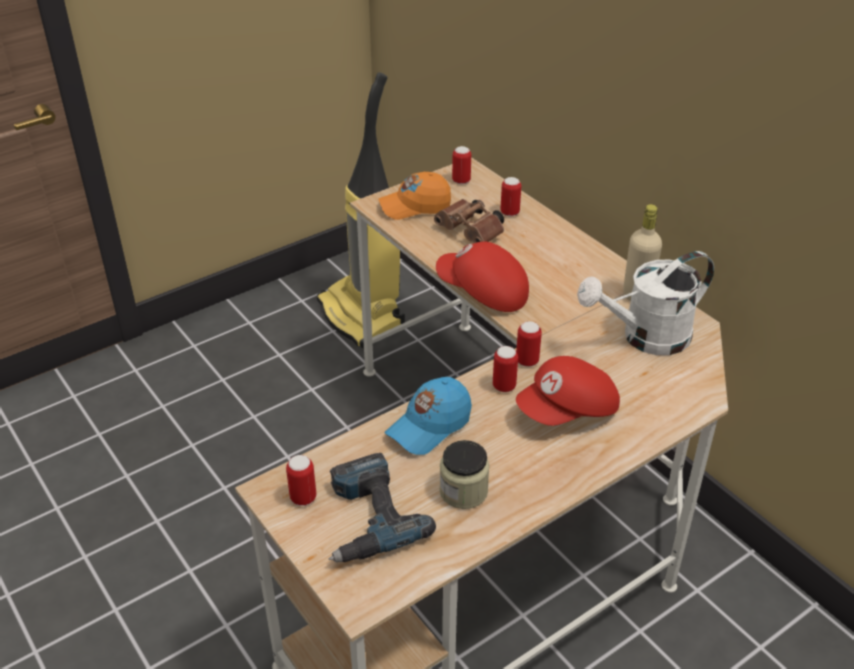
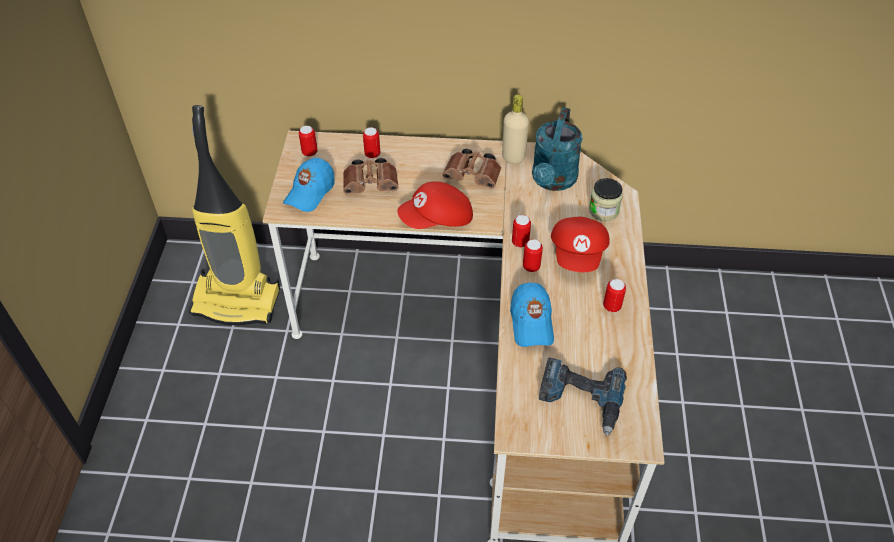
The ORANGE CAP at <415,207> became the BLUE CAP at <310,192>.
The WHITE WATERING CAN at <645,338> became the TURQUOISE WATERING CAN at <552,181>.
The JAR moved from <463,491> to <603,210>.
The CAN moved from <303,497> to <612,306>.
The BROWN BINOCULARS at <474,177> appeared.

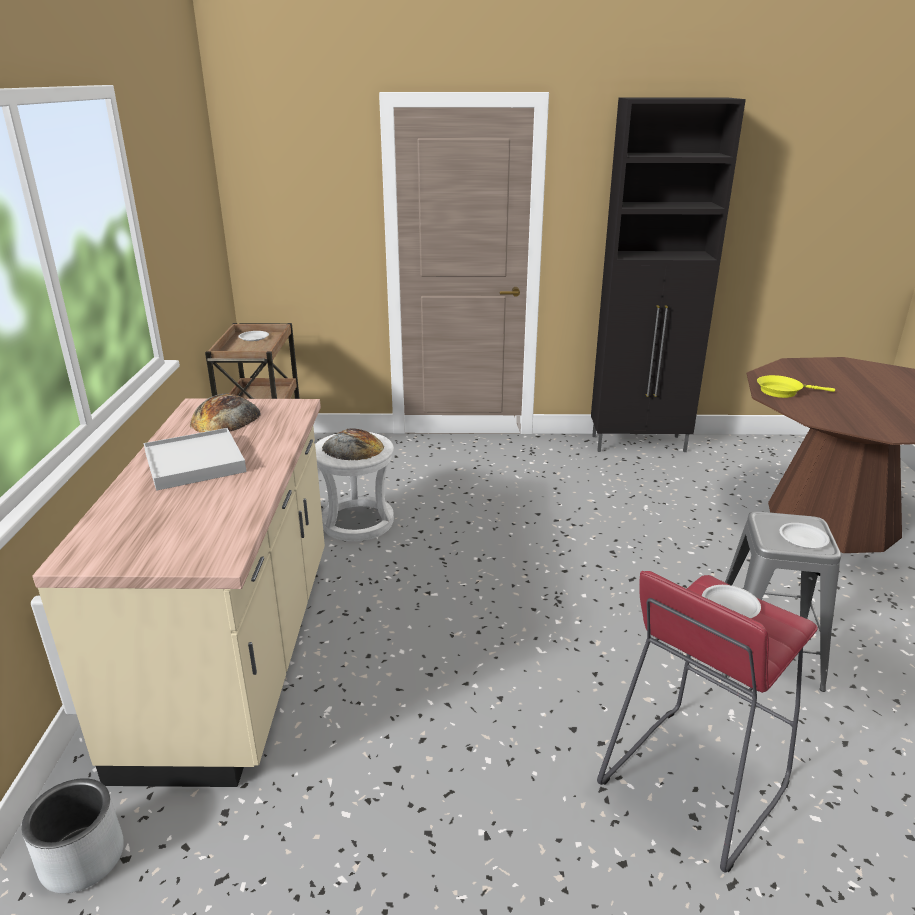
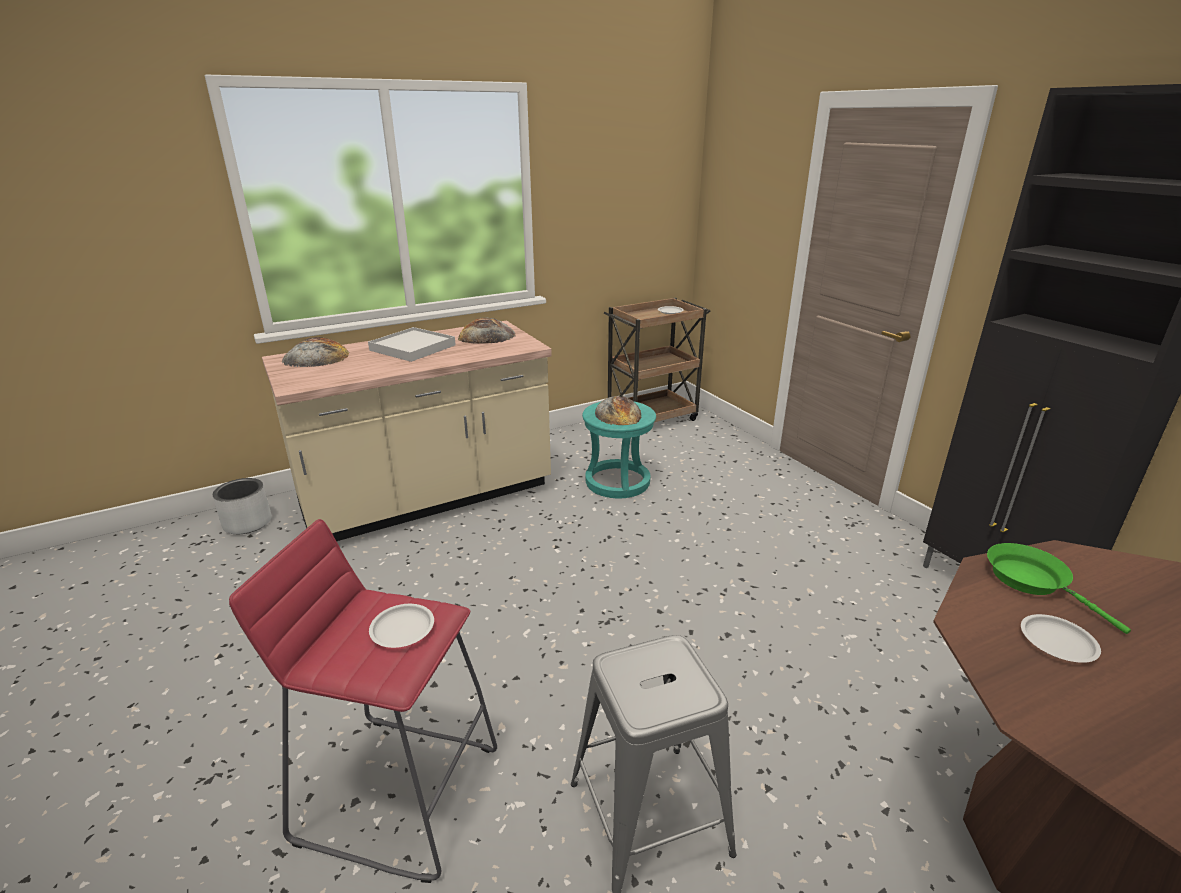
The YELLOW FRYING PAN at <782,391> became the GREEN FRYING PAN at <1032,581>.
The WHITE STOOL at <357,522> became the TURQUOISE STOOL at <618,481>.
The WHITE PLATE moved from <803,538> to <1058,642>.
The BREAD at <316,357> appeared.

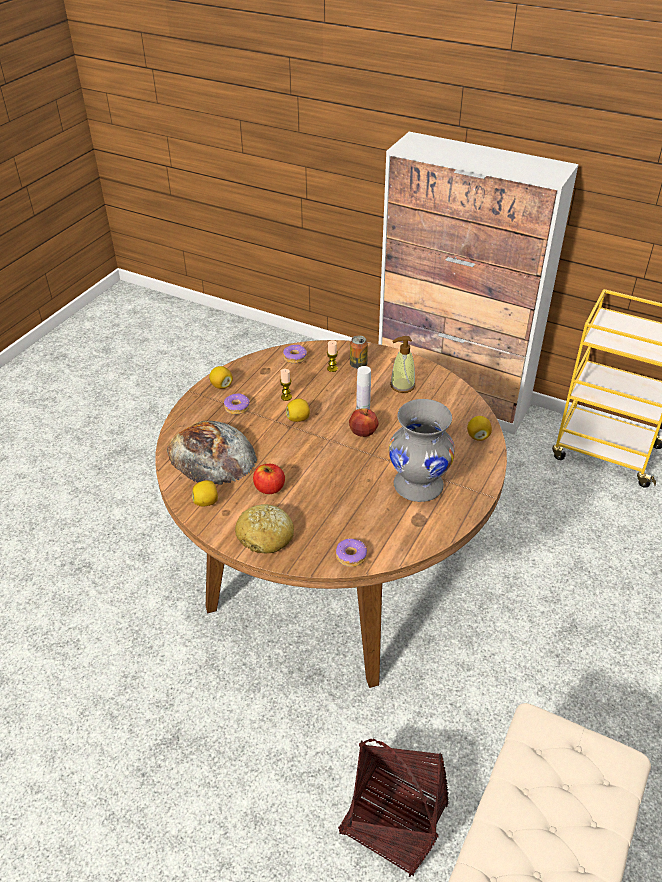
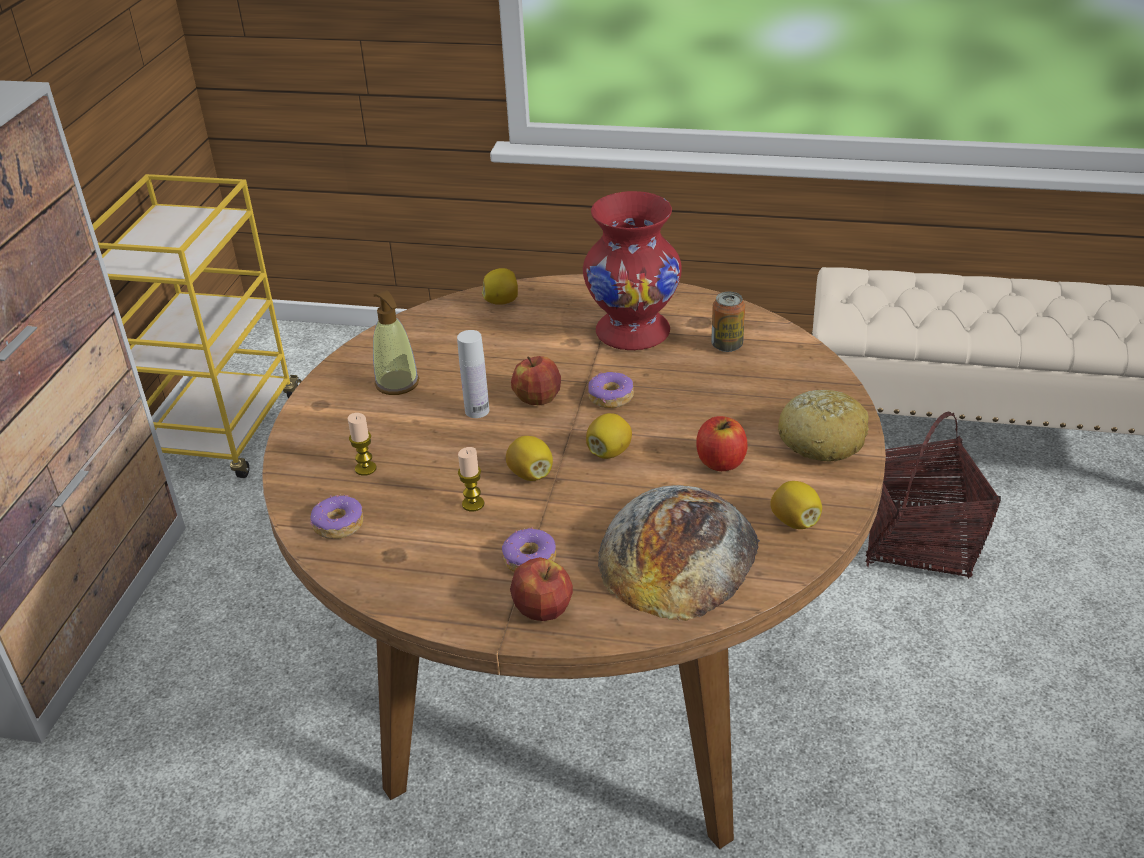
The CAN moved from <358,364> to <727,345>.
The LEMON moved from <221,385> to <609,452>.
The GREY VASE at <417,484> became the RED VASE at <631,333>.
The DONUT moved from <350,556> to <610,397>.
The APPLE at <542,609> appeared.

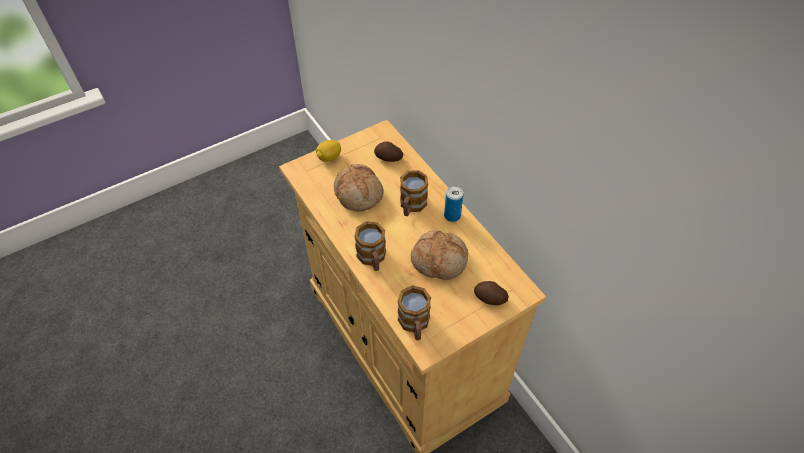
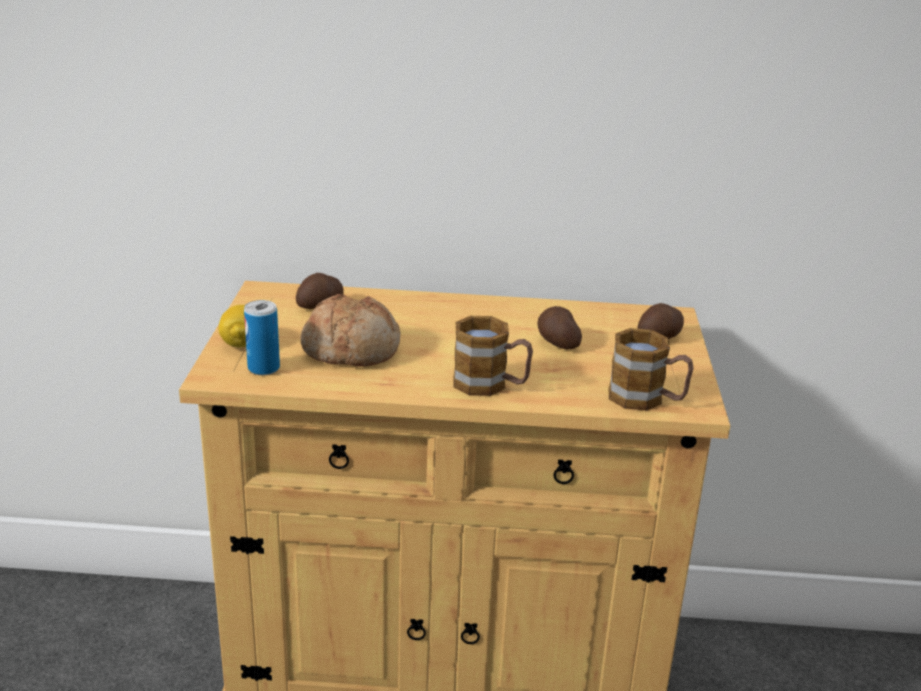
The MUG at <411,206> disappeared.
The CAN moved from <452,216> to <263,368>.
The BREAD at <439,260> was replaced by the POTATO at <557,342>.

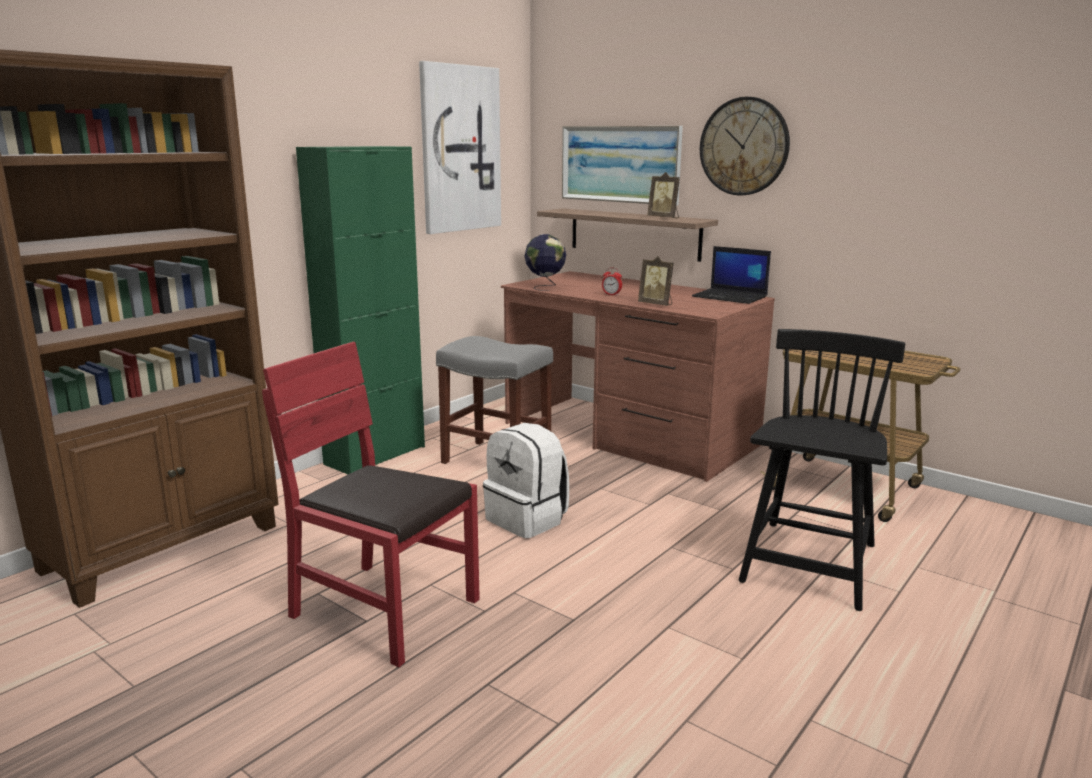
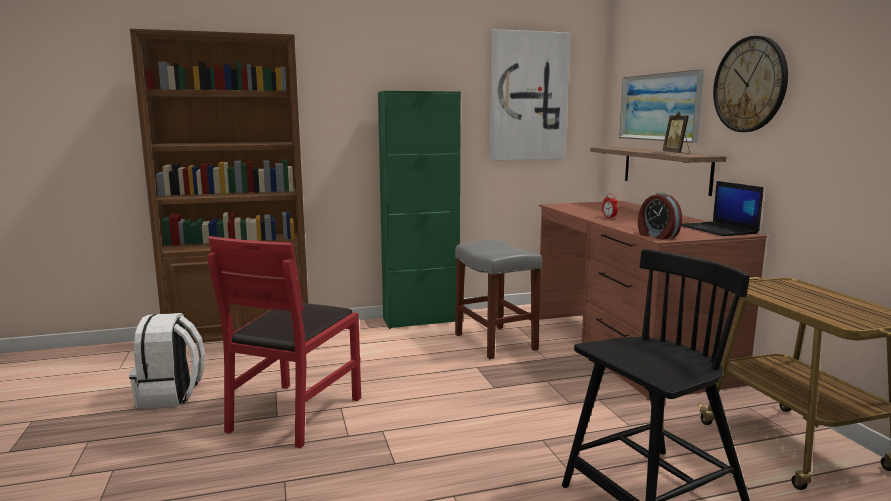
The GLOBE at <545,287> disappeared.
The PICTURE FRAME at <656,304> disappeared.
The RED CHAIR at <384,609> turned 135 degrees counterclockwise.
The WHITE BACKPACK moved from <528,519> to <171,395>.
The ALARM CLOCK at <657,236> appeared.

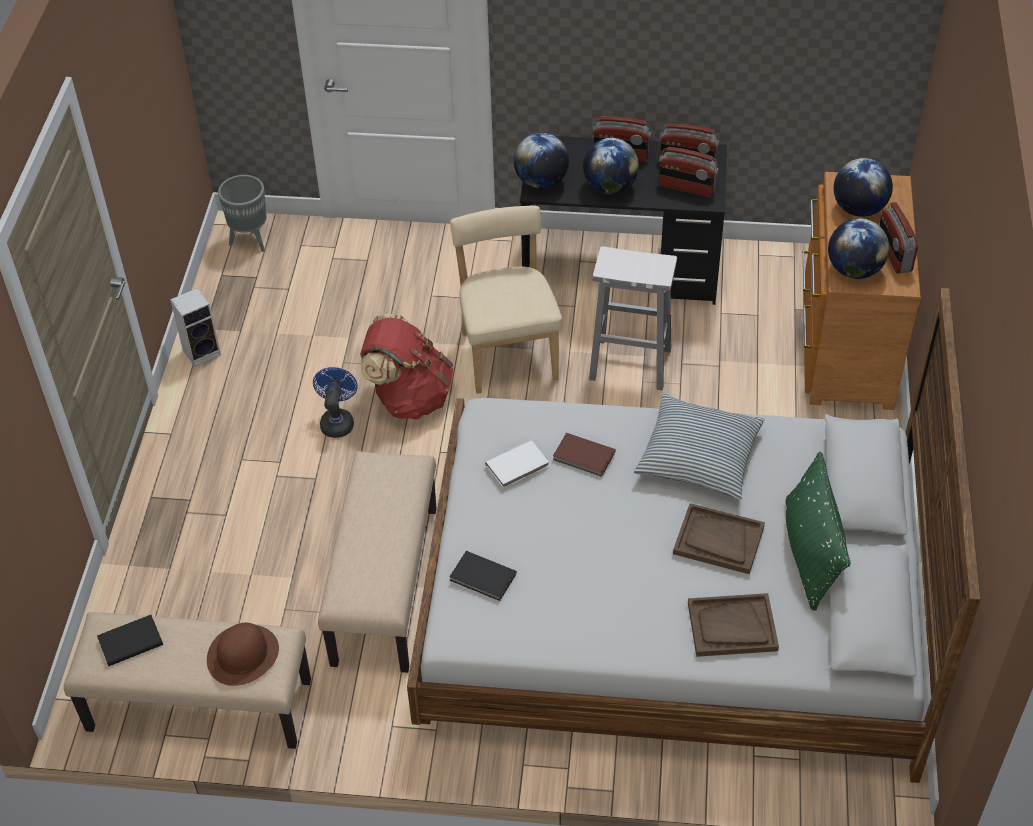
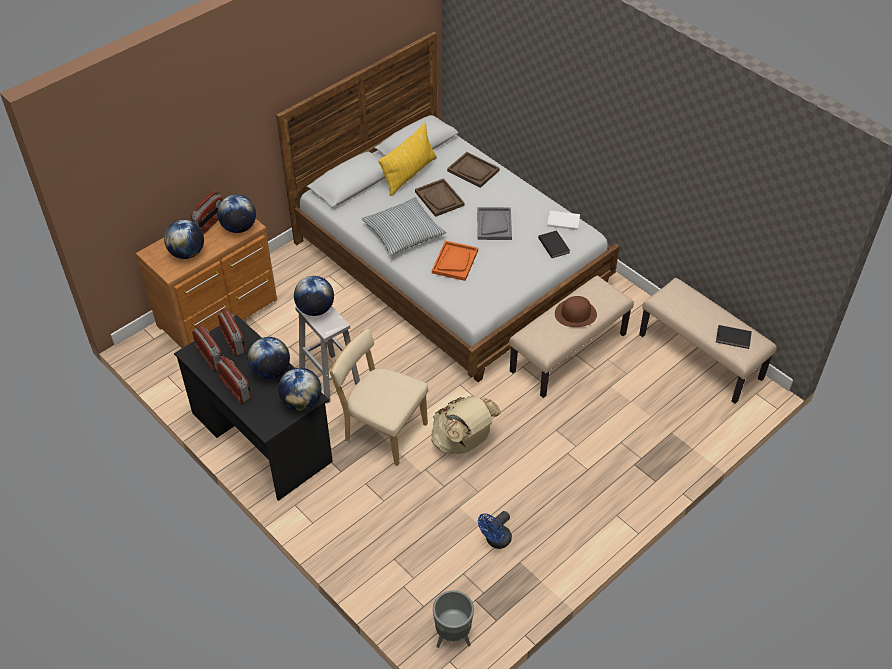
The BEIGE CHAIR at <508,352> turned 90 degrees clockwise.
The SPEAKER at <202,351> disappeared.
The RED BACKPACK at <409,397> became the BEIGE BACKPACK at <463,442>.
The BLUE FAN moved from <337,421> to <495,541>.
The BROWN BOOK at <584,457> was replaced by the ORANGE TRAY at <455,261>.
The WHITE BOOK moved from <518,466> to <563,221>.
The GREEN PILLOW at <810,552> became the YELLOW PILLOW at <409,174>.
The BROWN HAT moved from <243,655> to <575,313>.
The GREY TRAY at <494,224> appeared.
The GLOBE at <315,309> appeared.

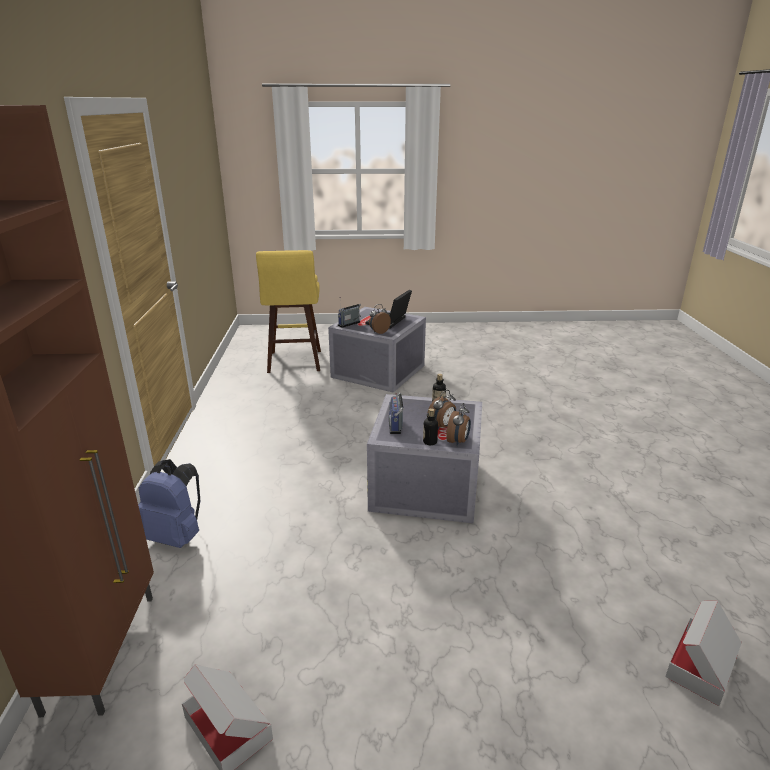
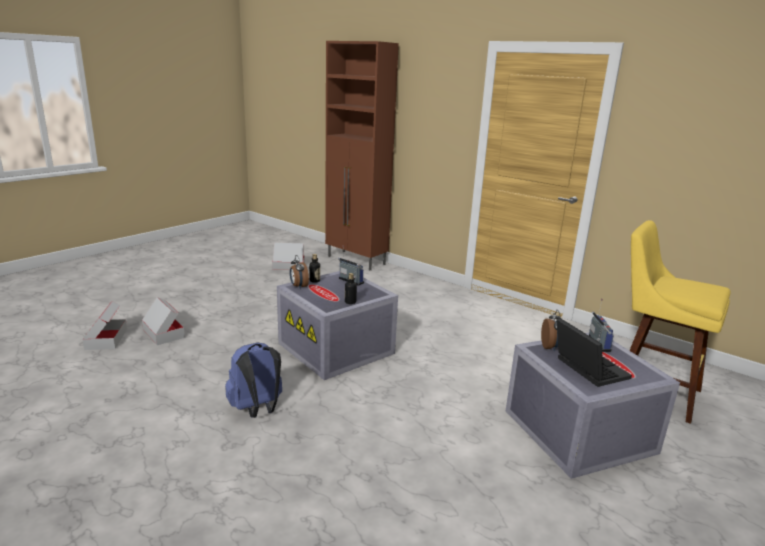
The ALARM CLOCK at <442,426> disappeared.
The BLUE BACKPACK moved from <176,536> to <257,409>.
The CARDBOARD BOX at <163,333> appeared.

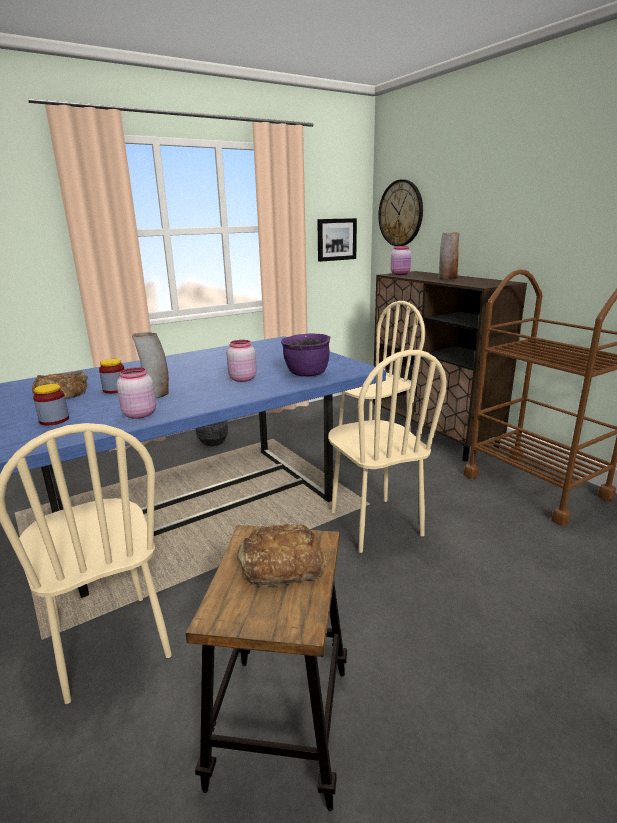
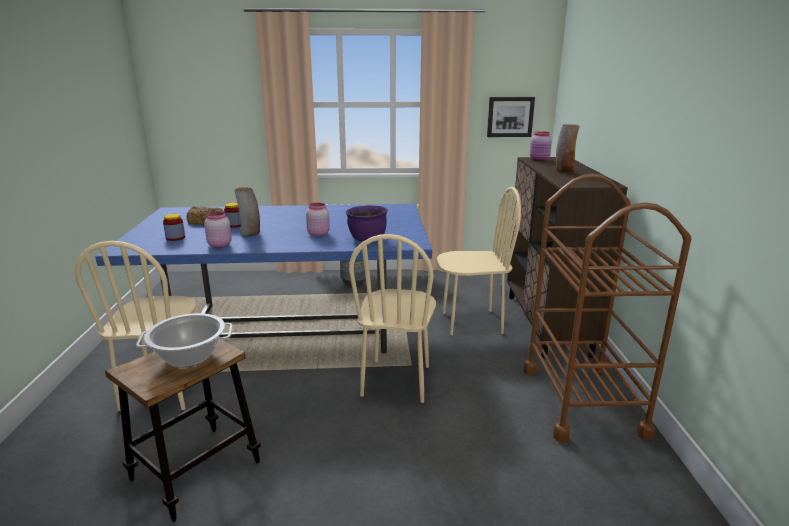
The WALL CLOCK at <401,213> disappeared.
The BREAD at <280,563> was replaced by the COOKING POT at <189,356>.

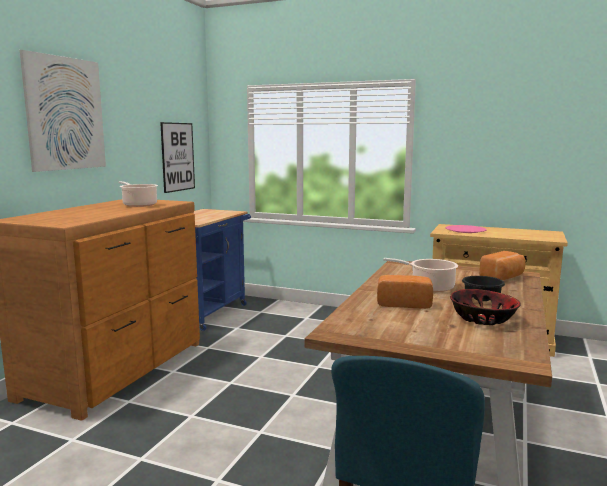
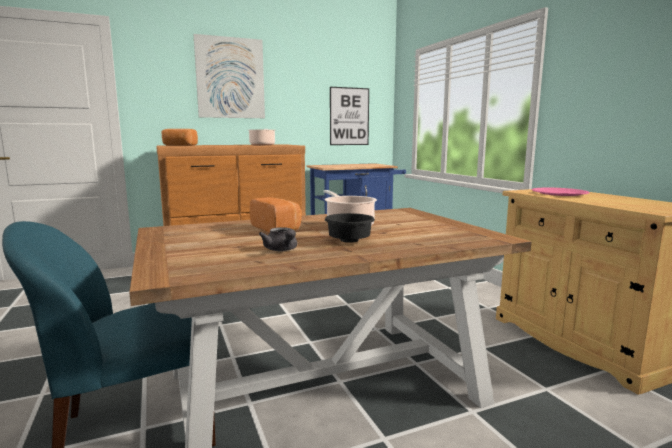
The BREAD moved from <503,277> to <179,145>.
The BOWL at <483,319> was replaced by the GREY TEAPOT at <282,250>.

